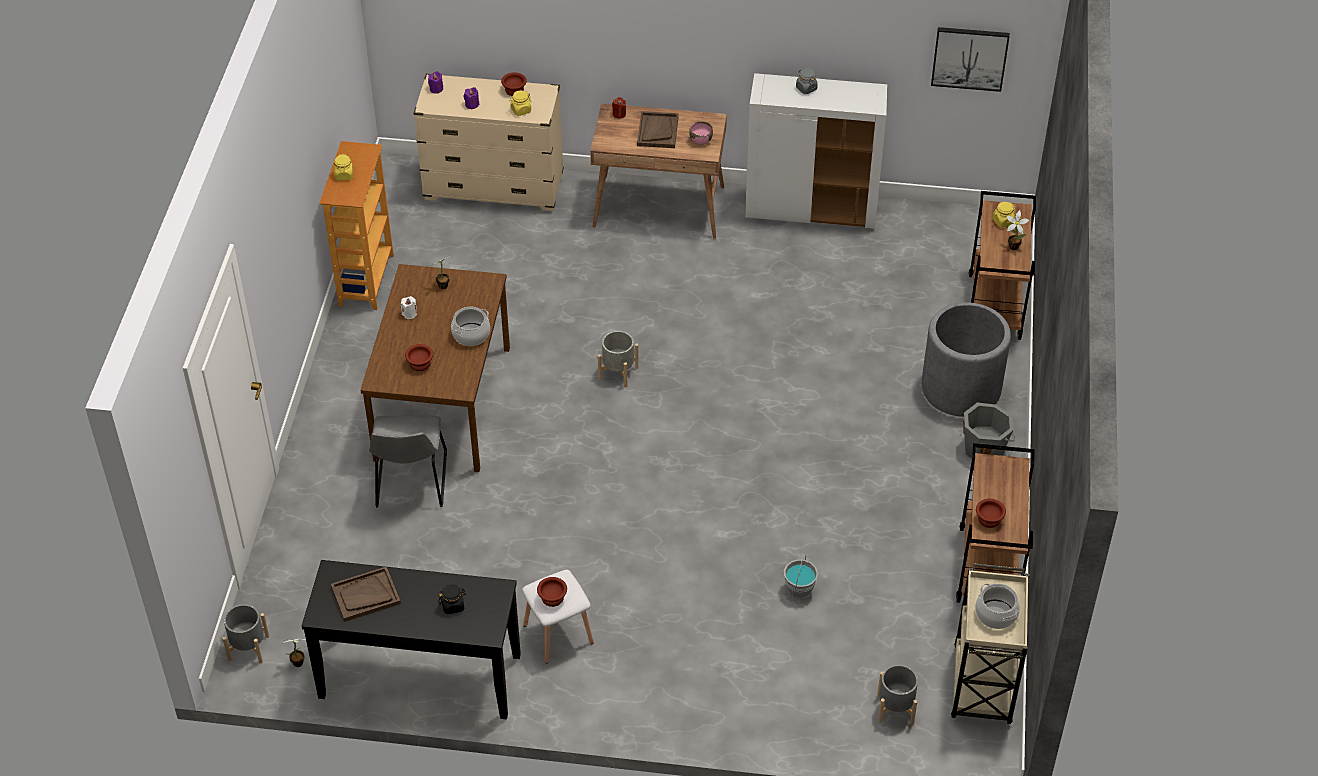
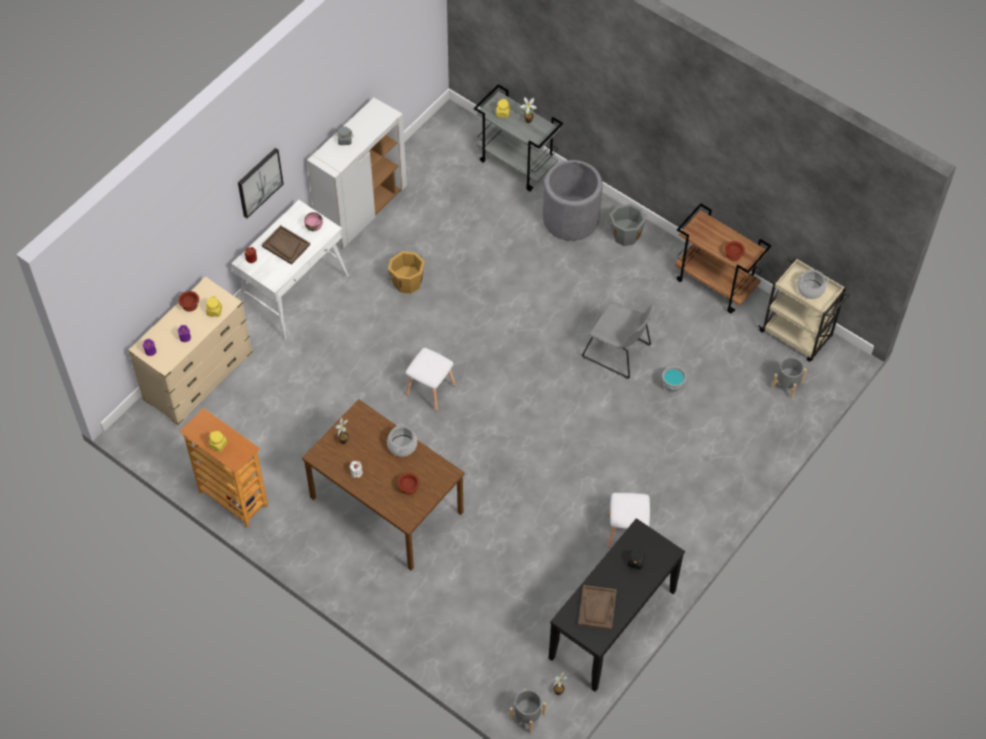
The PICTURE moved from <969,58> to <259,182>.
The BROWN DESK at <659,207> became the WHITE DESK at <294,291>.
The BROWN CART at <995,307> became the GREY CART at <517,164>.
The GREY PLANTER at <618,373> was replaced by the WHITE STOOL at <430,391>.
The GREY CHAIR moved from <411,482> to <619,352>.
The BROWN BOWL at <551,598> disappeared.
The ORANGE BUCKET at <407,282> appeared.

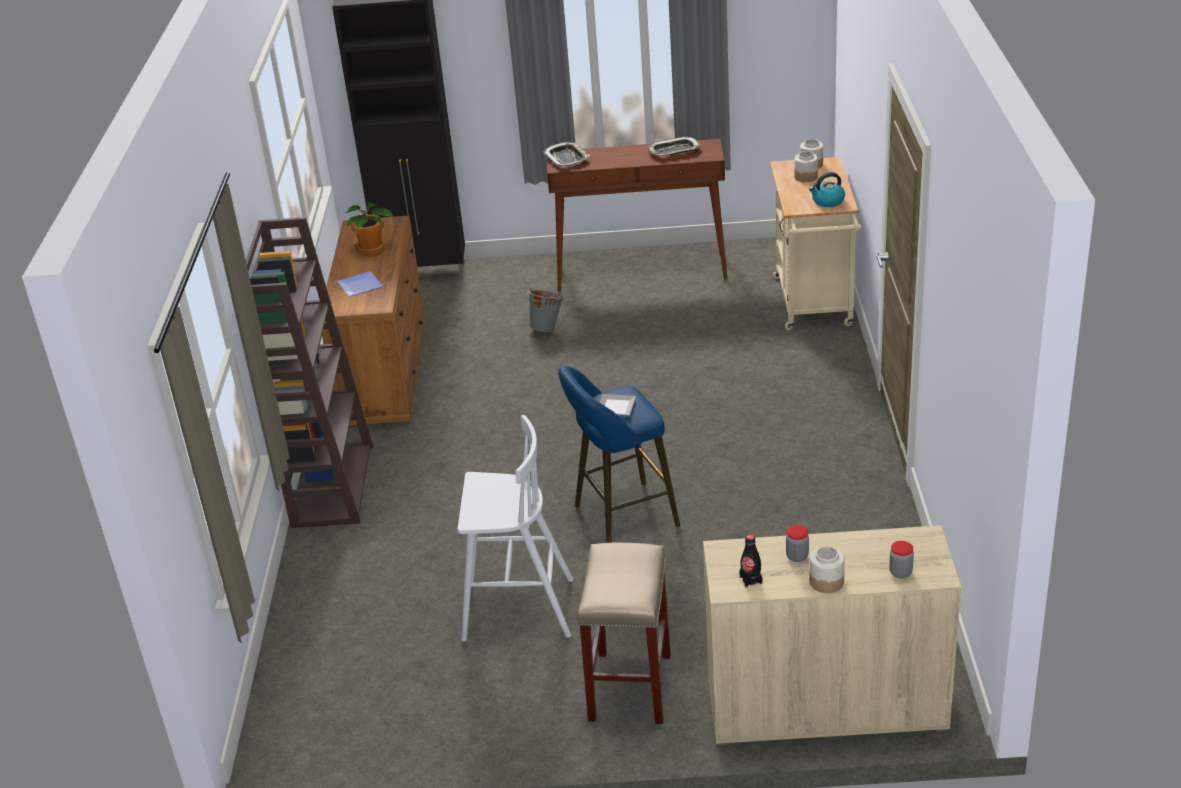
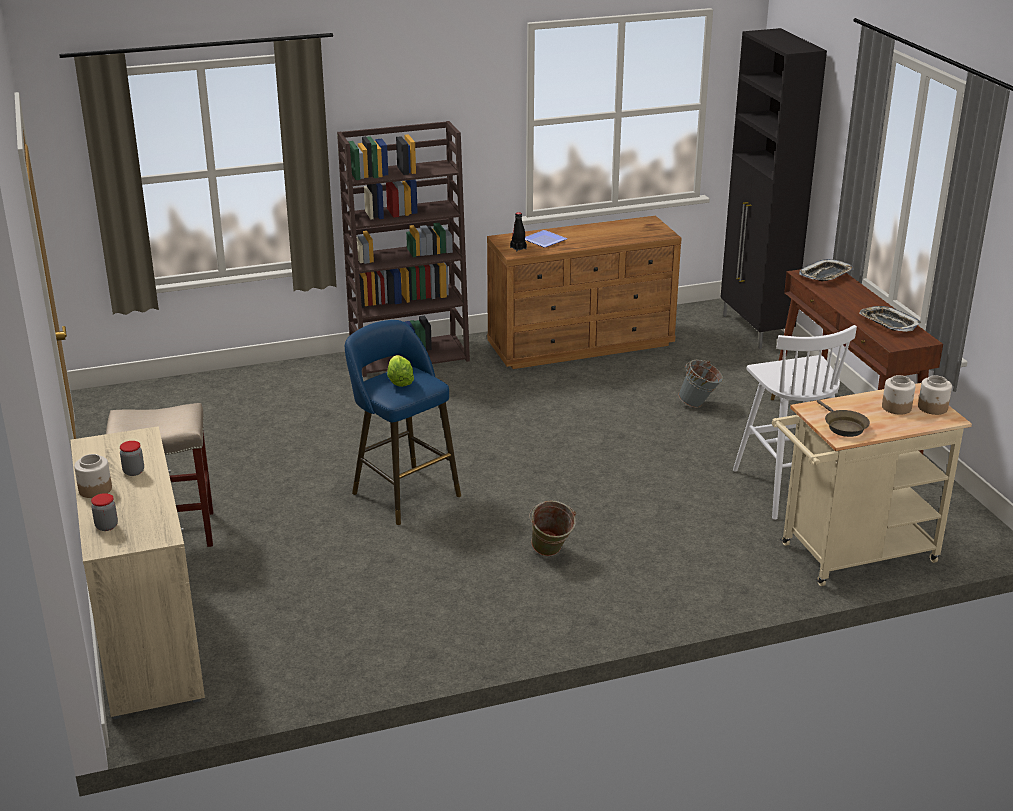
The KETTLE at <827,201> was replaced by the BROWN FRYING PAN at <843,426>.
The POTTED PLANT at <372,250> disappeared.
The PLATE at <617,408> was replaced by the LETTUCE at <399,381>.
The WHITE STOOL moved from <515,610> to <786,487>.
The BLACK BOTTLE moved from <751,580> to <518,248>.
The GREEN BUCKET at <550,554> appeared.

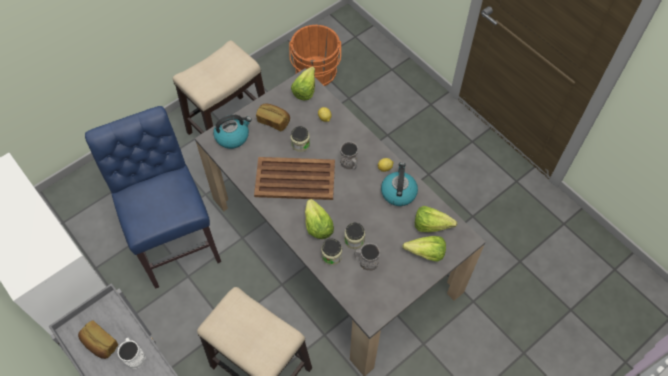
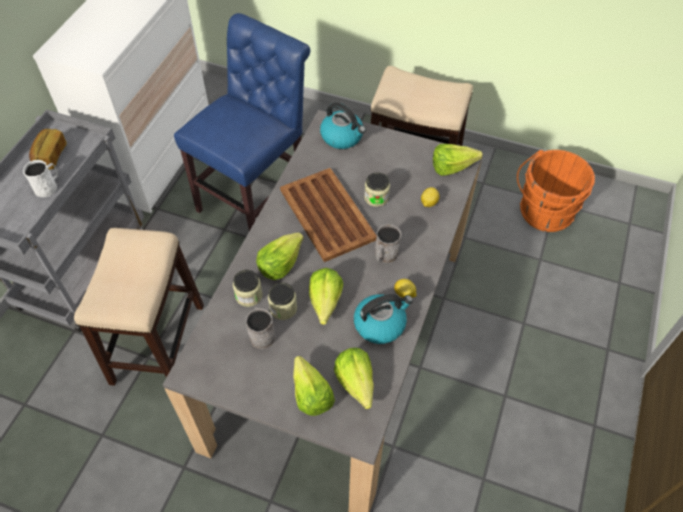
The BREAD at <273,121> disappeared.
The LETTUCE at <324,307> appeared.

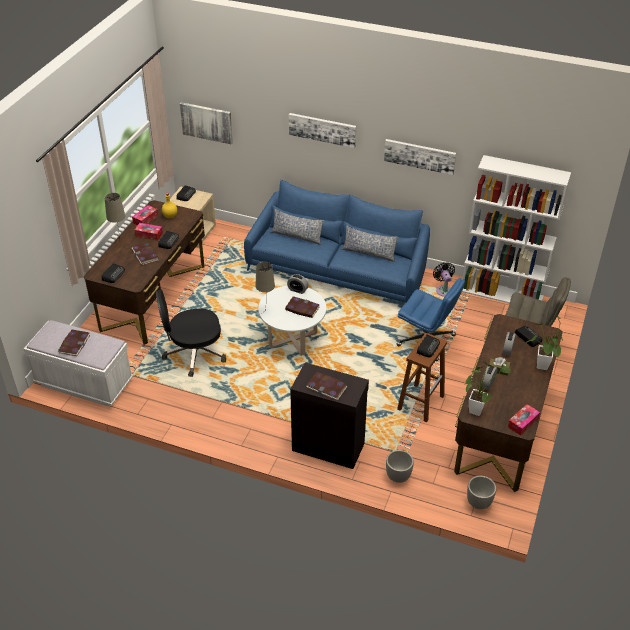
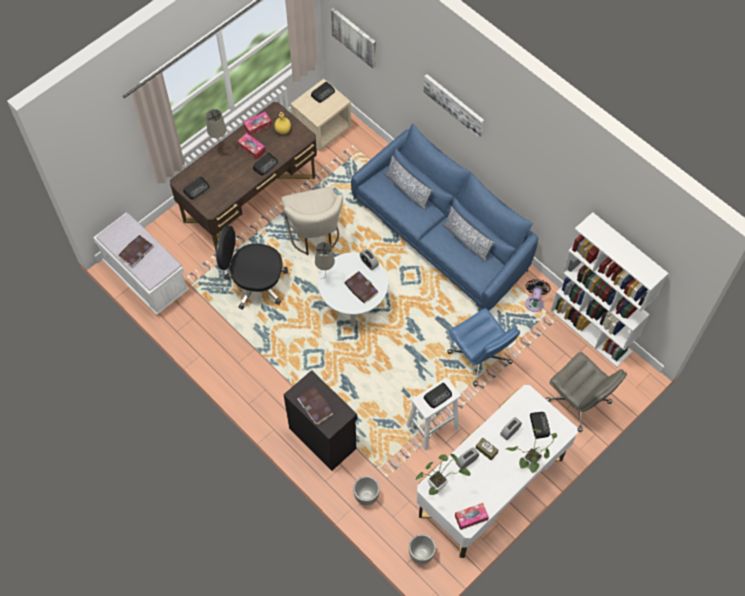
The PICTURE at <420,156> disappeared.
The BOOK at <145,254> disappeared.
The BROWN DESK at <501,427> became the WHITE DESK at <491,486>.
The BROWN STOOL at <421,402> became the WHITE STOOL at <433,426>.
The BEIGE CHAIR at <314,235> appeared.

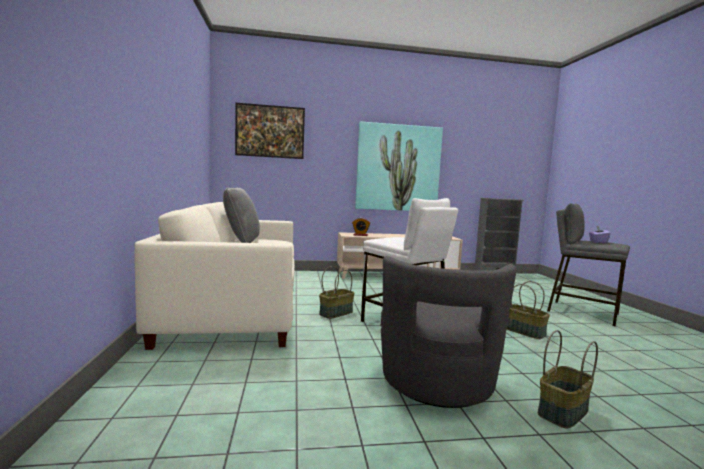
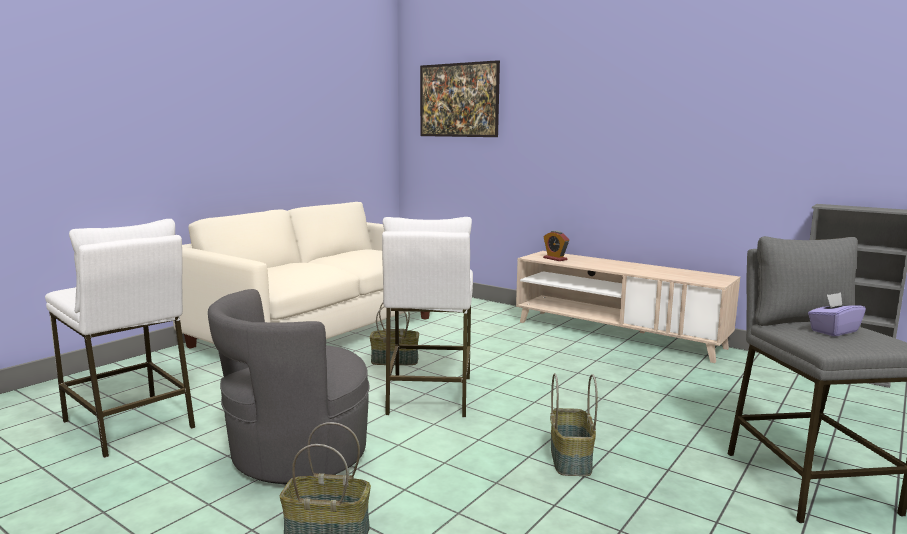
The PICTURE at <398,168> disappeared.
The GREY PILLOW at <242,241> disappeared.
The WHITE STOOL at <129,424> appeared.

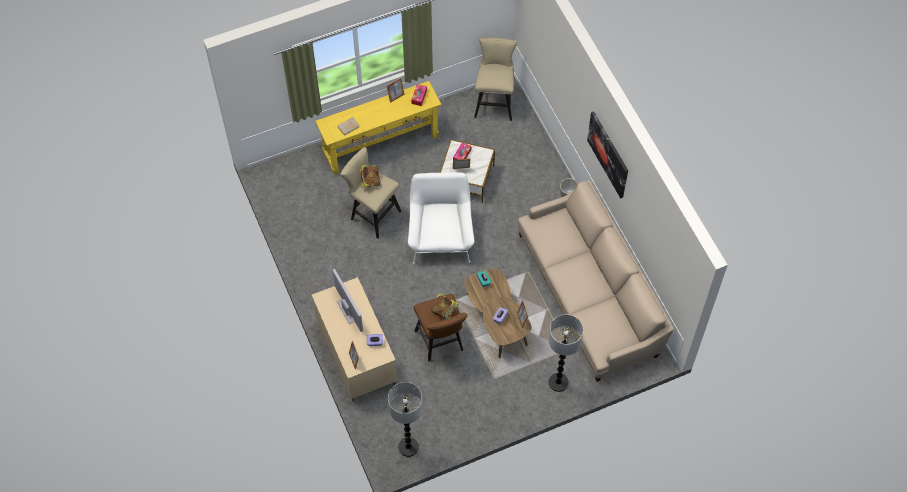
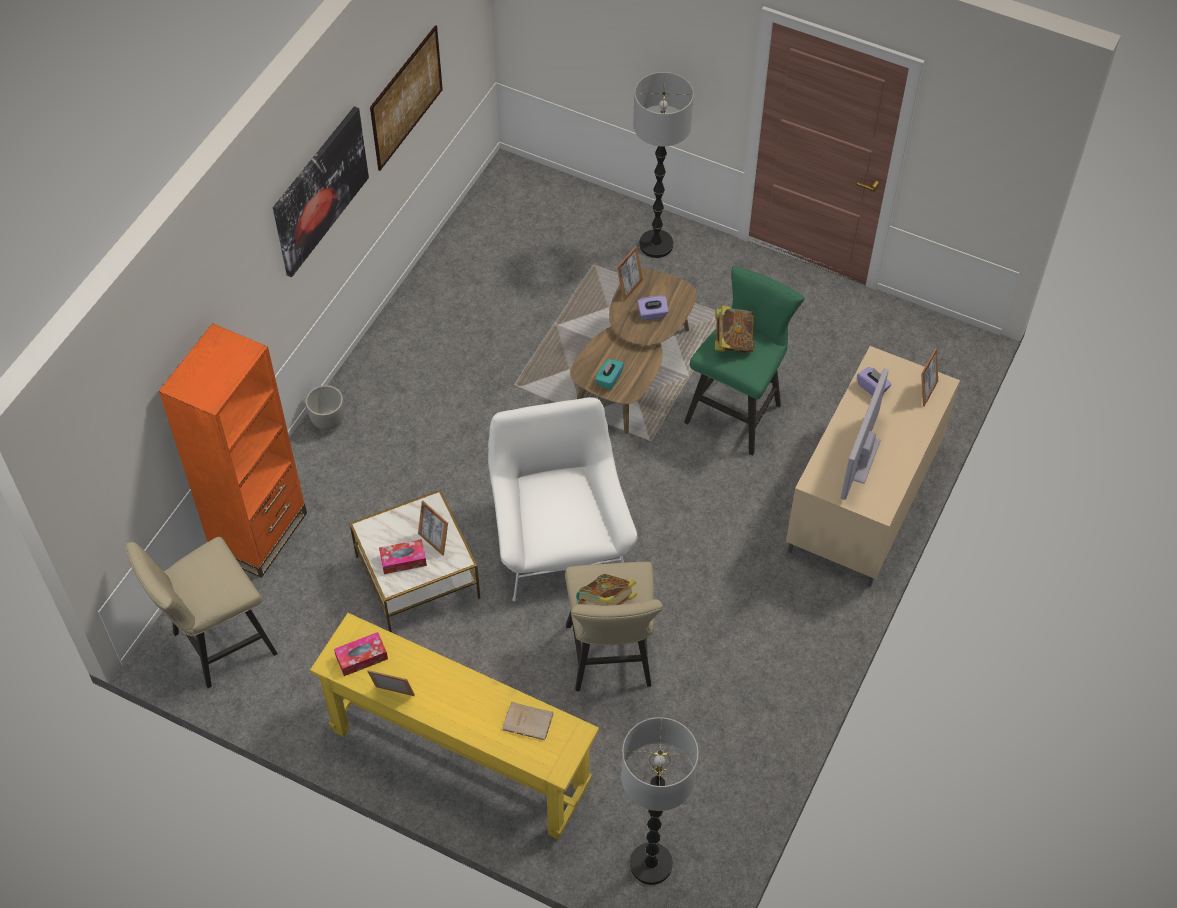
The WHITE ARMCHAIR at <440,235> turned 120 degrees clockwise.
The BEIGE SOFA at <589,293> disappeared.
The BROWN STOOL at <441,343> became the GREEN STOOL at <737,410>.
The FLOOR LAMP moved from <408,447> to <651,864>.
The PICTURE at <406,97> appeared.
The ORANGE BOOKCASE at <259,534> appeared.

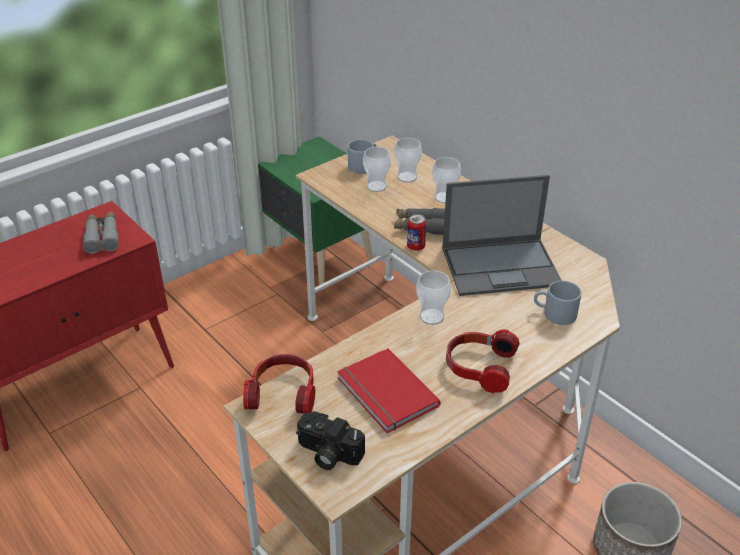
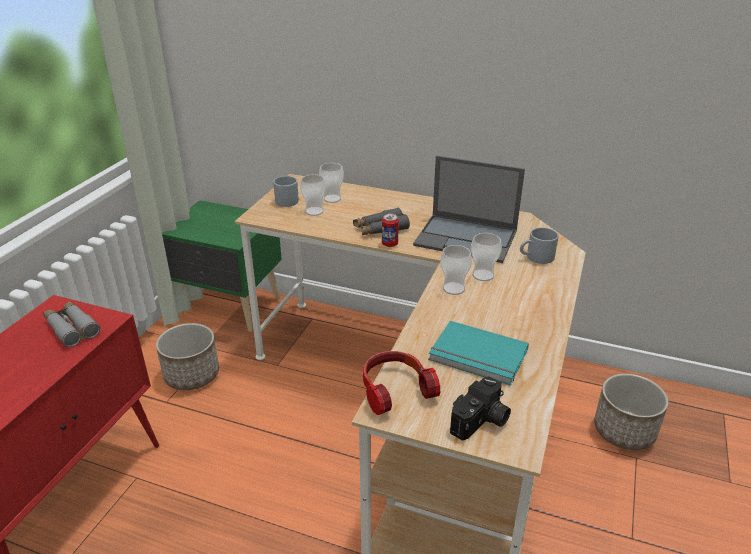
The CUP moved from <444,198> to <483,275>.
The LAPTOP at <502,266> turned 60 degrees clockwise.
The HEADPHONES at <479,367> disappeared.
The RED BOOK at <385,393> became the TURQUOISE BOOK at <477,356>.
The PHOTO CAMERA at <327,454> turned 45 degrees counterclockwise.
The PLANTER at <192,374> appeared.

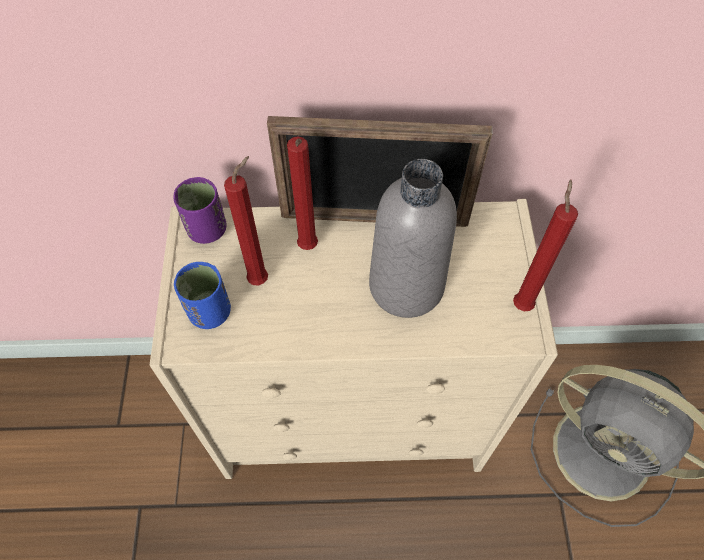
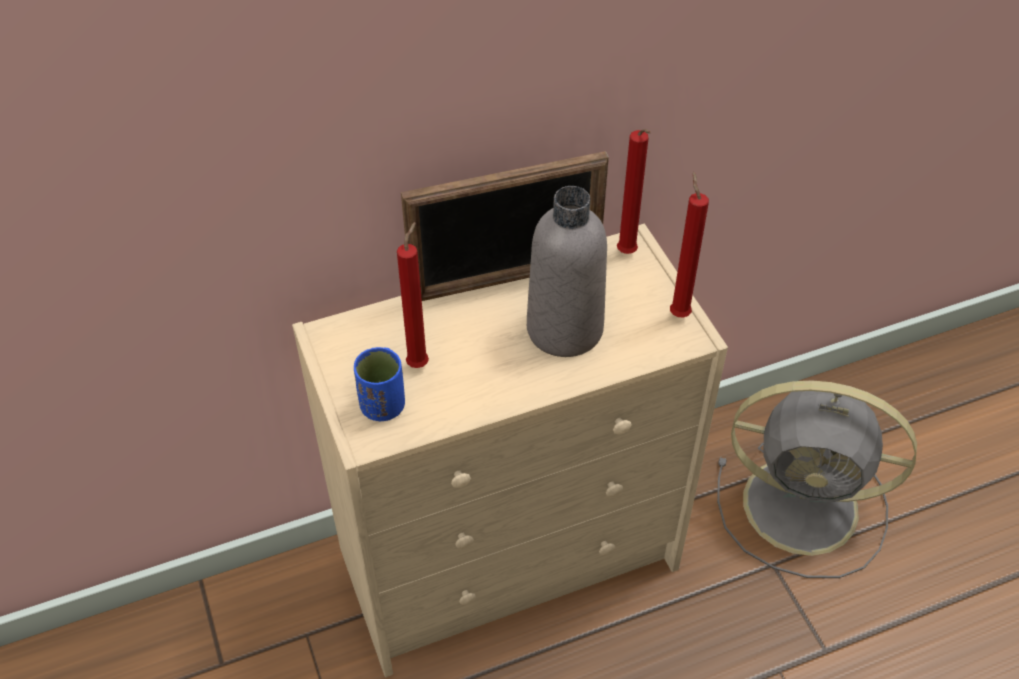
The RED CANDLE moved from <307,249> to <628,255>.
The PURPLE CUP at <207,229> disappeared.

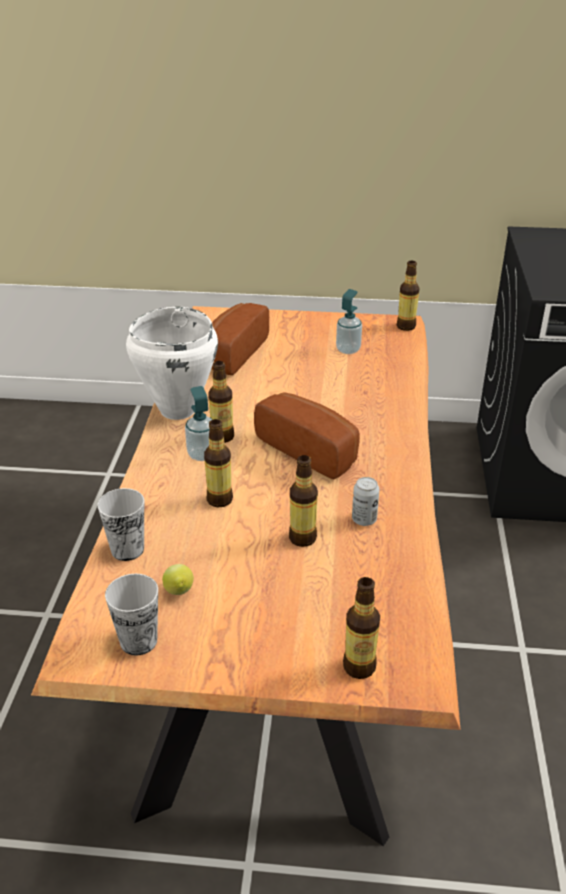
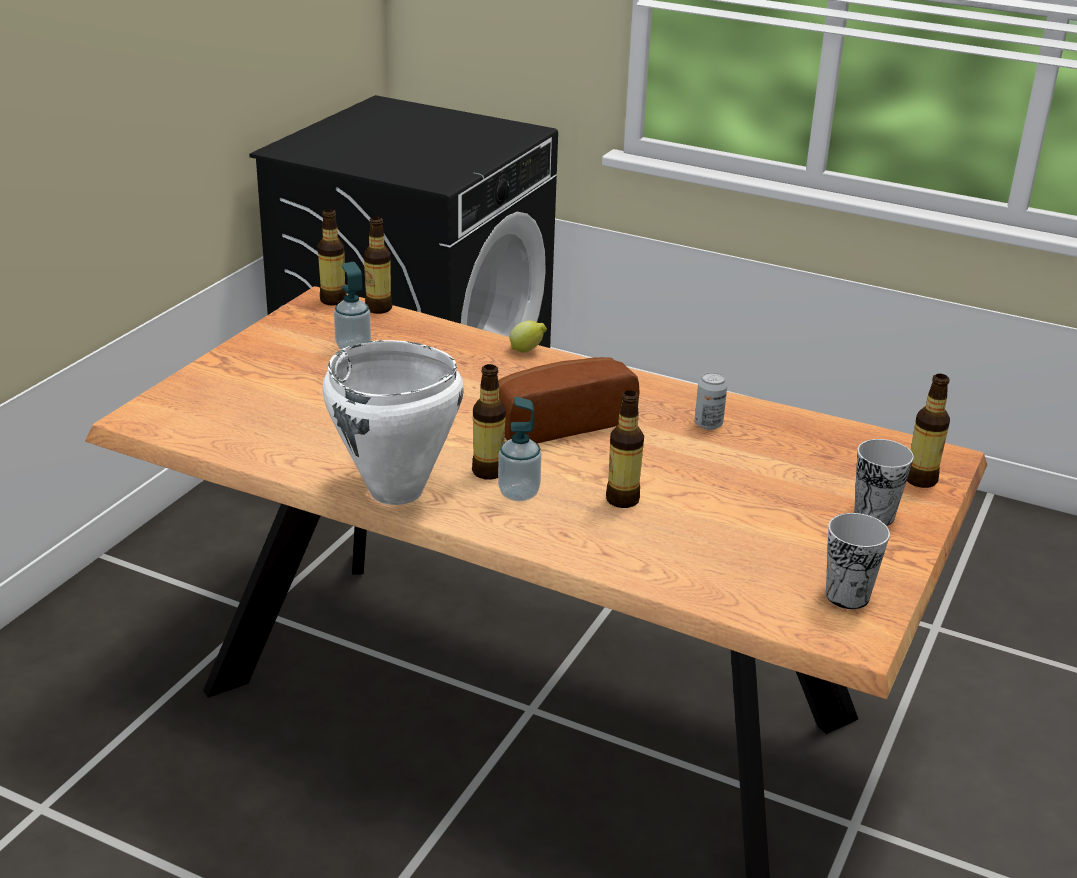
The BREAD at <231,353> disappeared.
The BOTTLE moved from <302,538> to <378,308>.
The CUP moved from <127,549> to <874,515>.
The LEMON moved from <179,593> to <527,351>.

